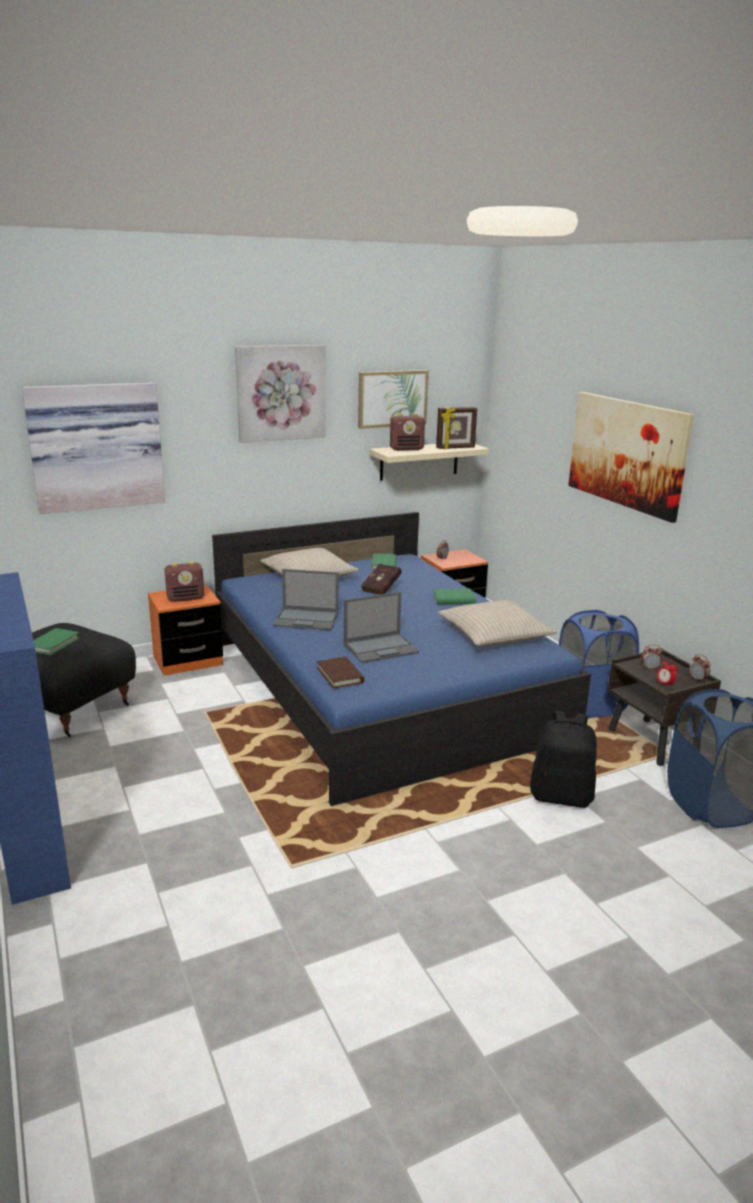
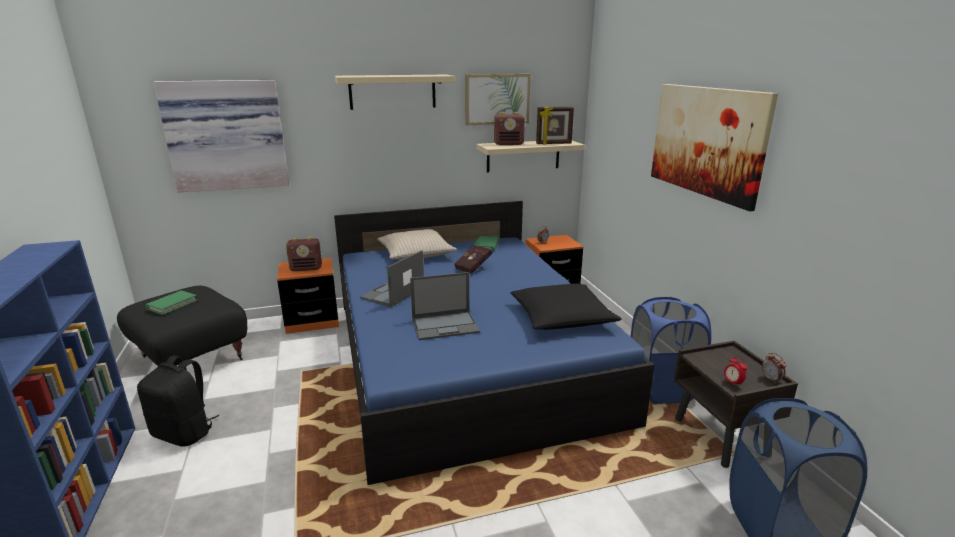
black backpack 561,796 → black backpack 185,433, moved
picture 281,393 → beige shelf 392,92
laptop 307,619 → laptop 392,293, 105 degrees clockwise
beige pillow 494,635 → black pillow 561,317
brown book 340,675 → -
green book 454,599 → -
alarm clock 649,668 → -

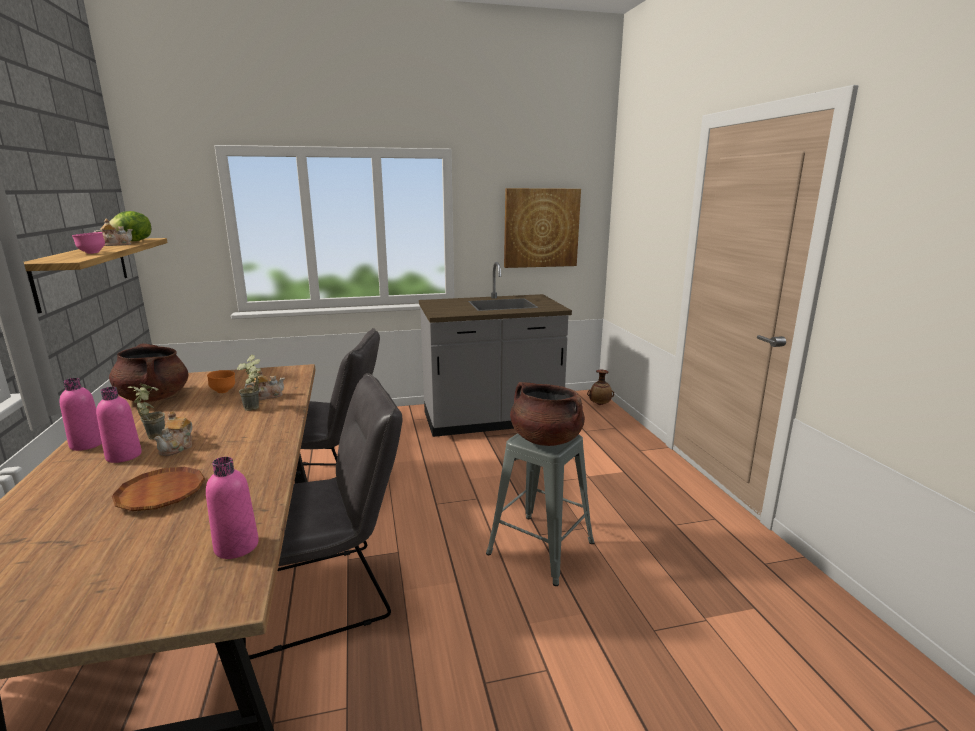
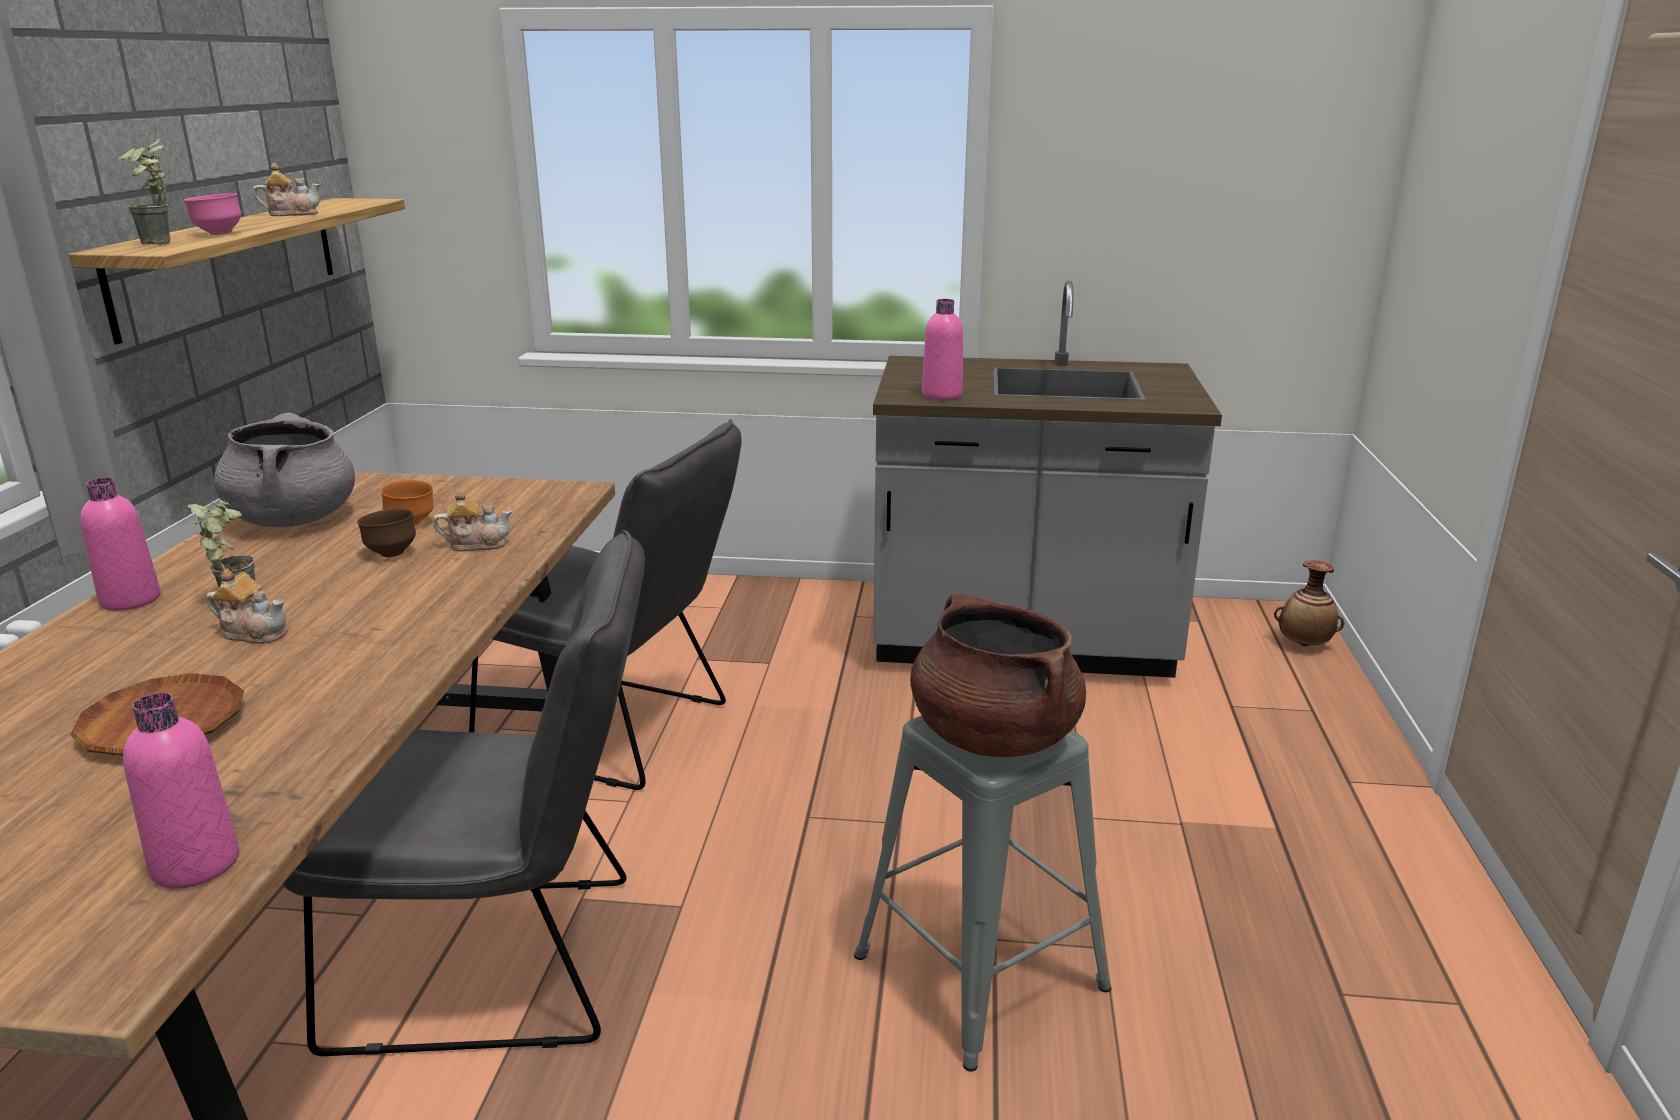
potted plant 255,409 → potted plant 161,244, moved
teapot 177,448 → teapot 254,632, 105 degrees counterclockwise
brown cooking pot 154,397 → grey cooking pot 294,519
- → brown bowl 391,554
pink bottle 124,456 → pink bottle 942,395, moved
lettuce 133,241 → -
picture 541,228 → -

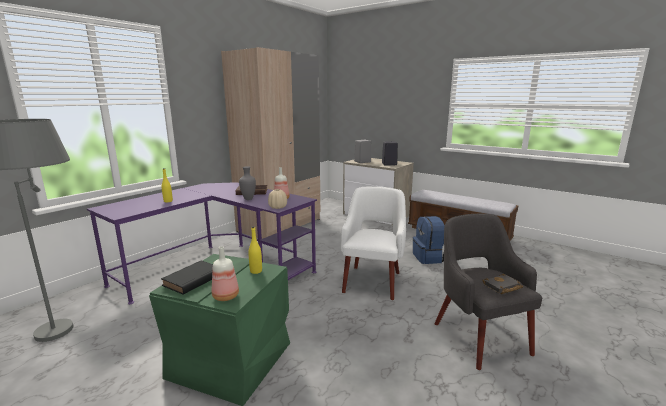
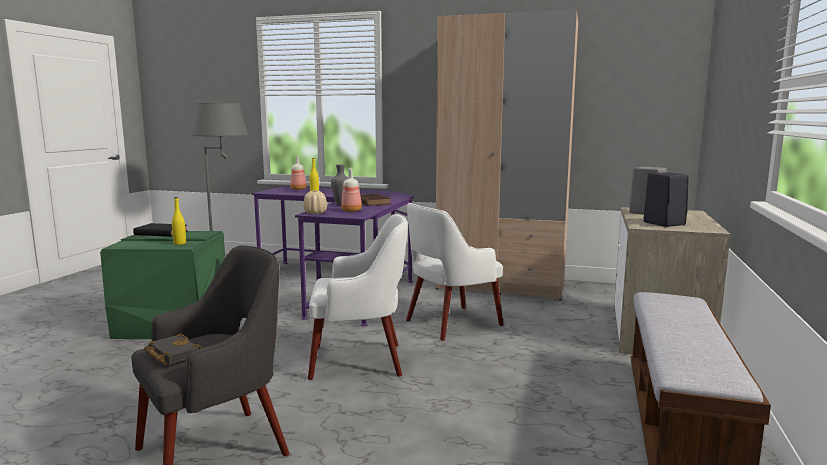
bottle 225,296 → bottle 298,189, moved
- → white armchair 451,323
blue backpack 429,258 → -

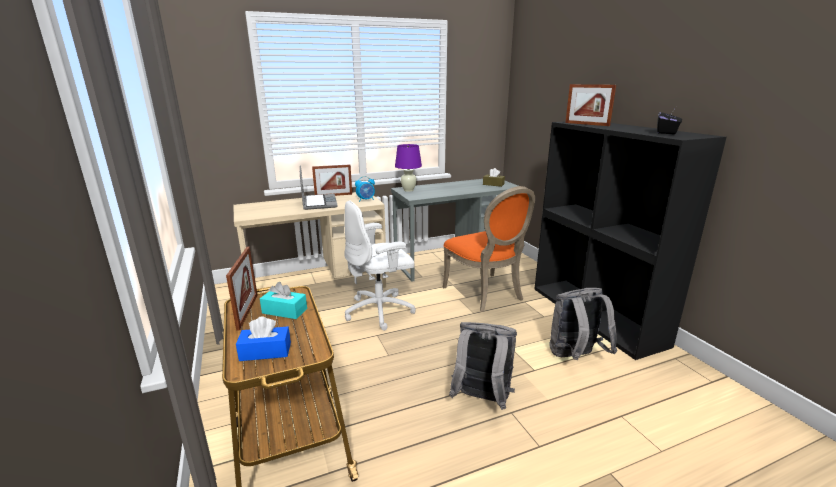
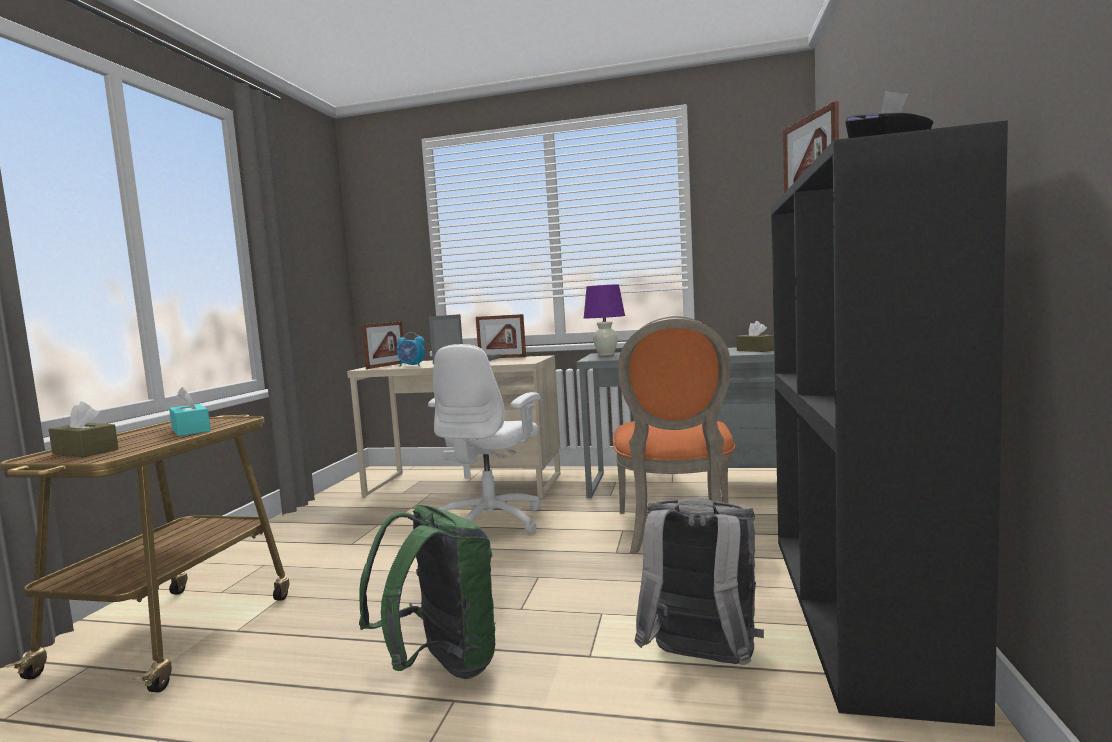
blue tissue box 265,352 → brown tissue box 85,451
grey backpack 481,400 → green backpack 441,665
picture frame 247,311 → picture frame 386,365, moved
alarm clock 366,200 → alarm clock 411,366, moved
white office chair 380,311 → white office chair 492,522, 75 degrees counterclockwise

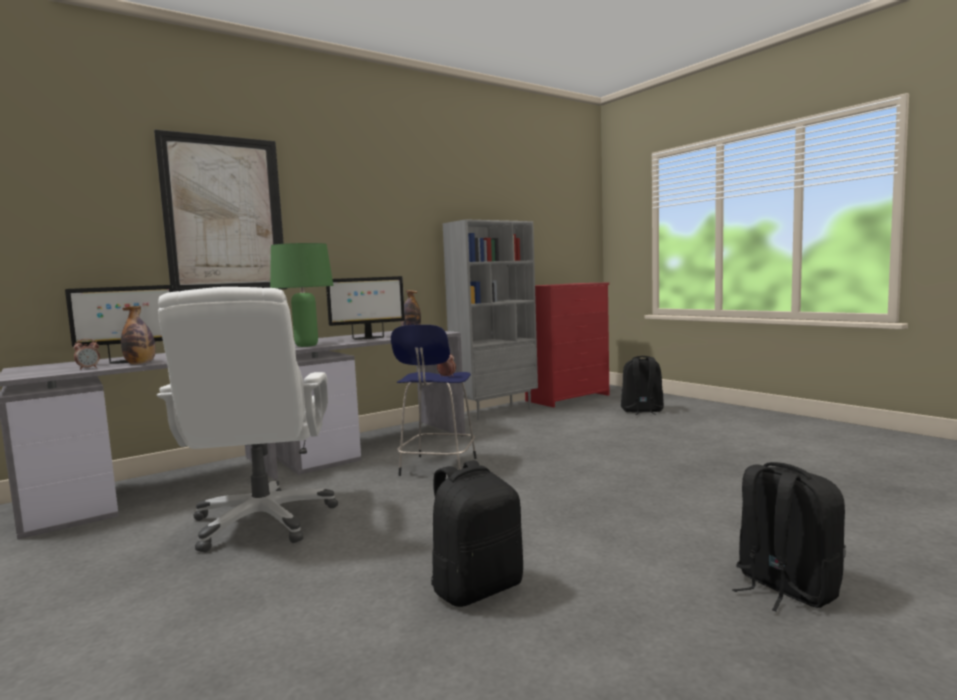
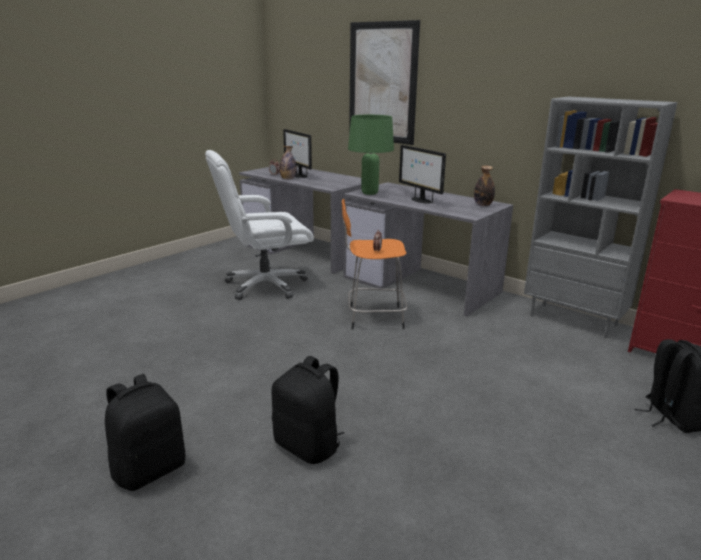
black backpack 477,588 → black backpack 308,446, moved
blue stool 437,468 → orange stool 373,317

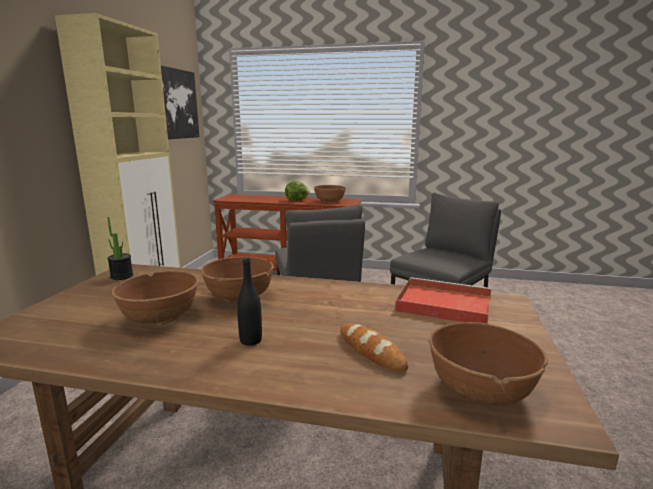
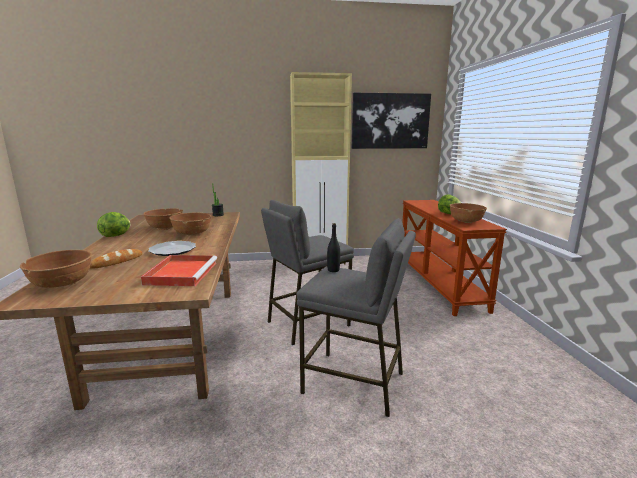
- → lettuce 116,235
- → plate 172,250
black bottle 250,340 → black bottle 333,270, moved

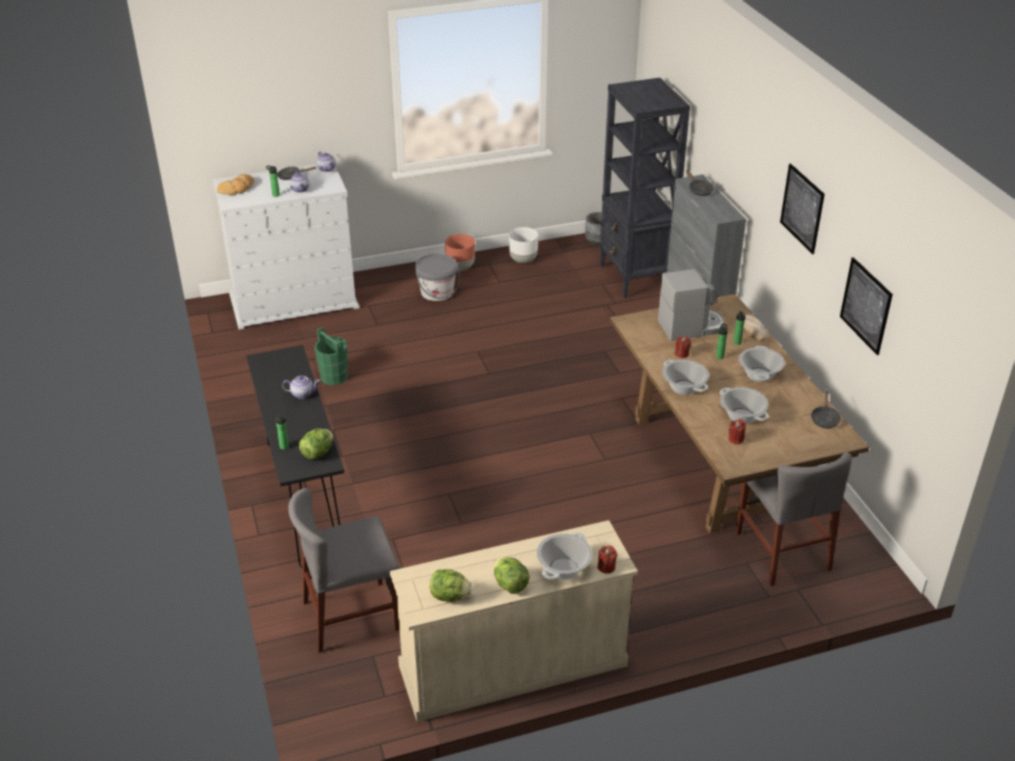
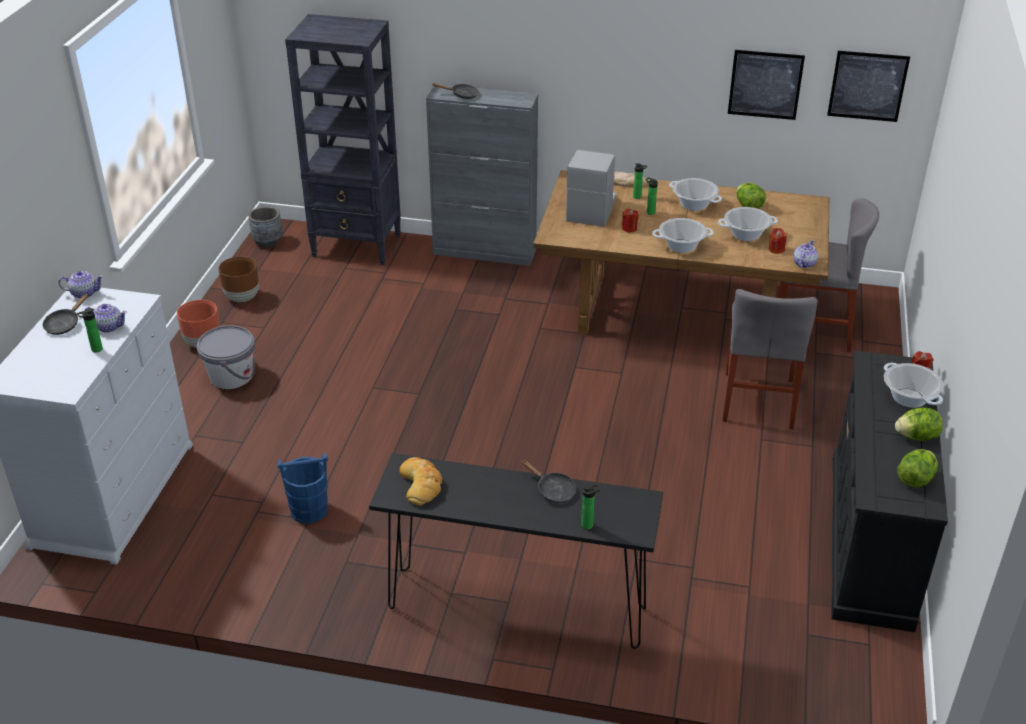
white planter 523,260 → brown planter 242,297
green bucket 334,376 → blue bucket 308,510
bread 237,188 → bread 421,484, moved
black frying pan 824,419 → black frying pan 553,490, moved
grey chair 351,615 → grey chair 758,400, moved
lettuce 317,453 → lettuce 748,206, moved
teapot 302,394 → teapot 803,264, moved
picture 802,208 → picture 867,86, moved
beige dresser 512,666 → black dresser 871,539

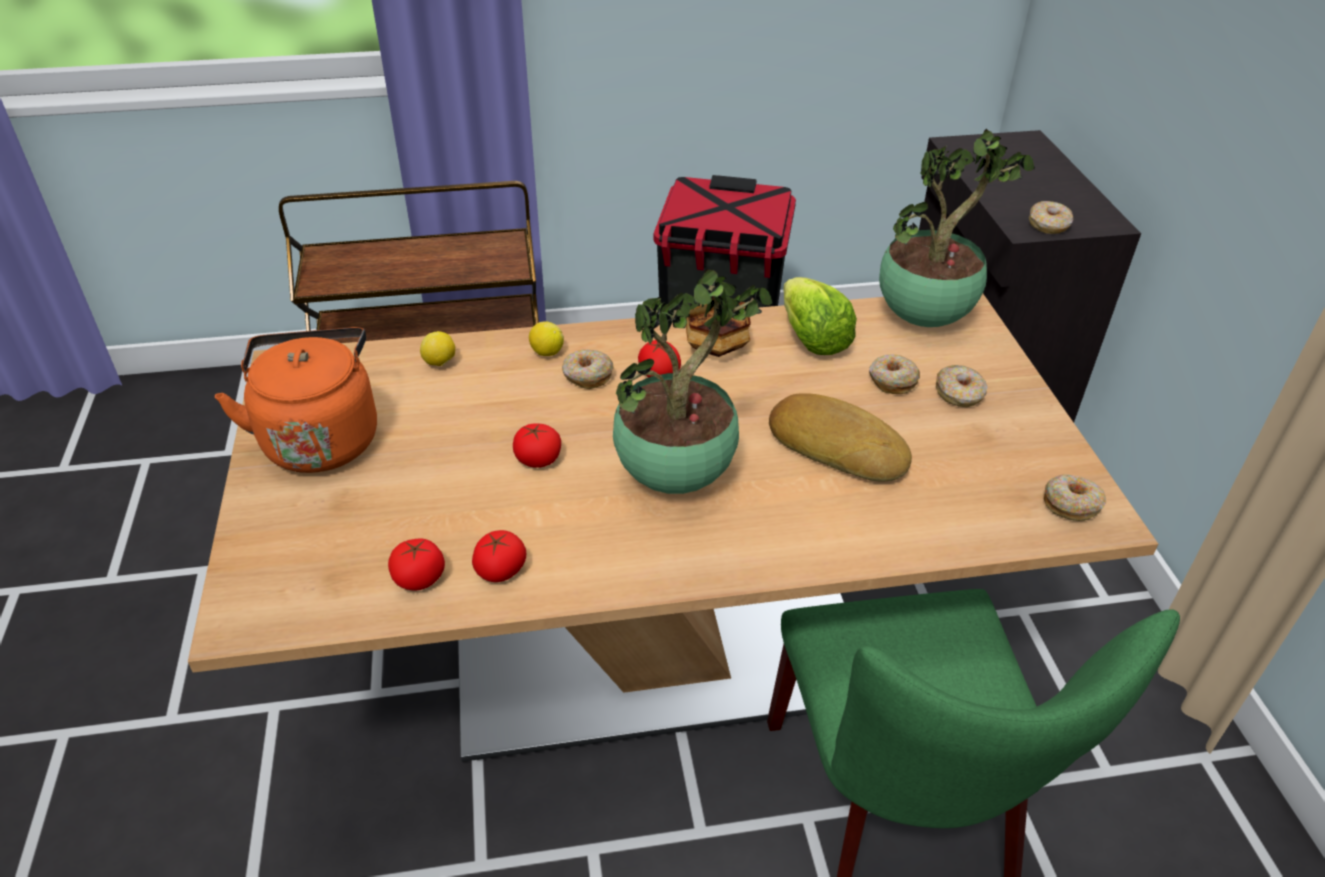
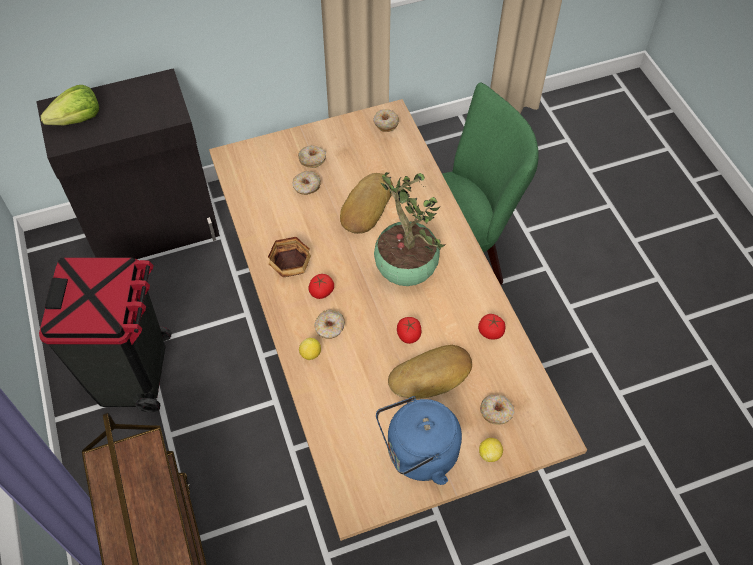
lettuce 812,339 → lettuce 78,120, moved
orange kettle 320,437 → blue kettle 418,454
- → bread 431,376
lemon 440,363 → lemon 489,454, moved
donut 1048,225 → donut 496,412, moved
tomato 419,578 → -
potted plant 925,317 → -

